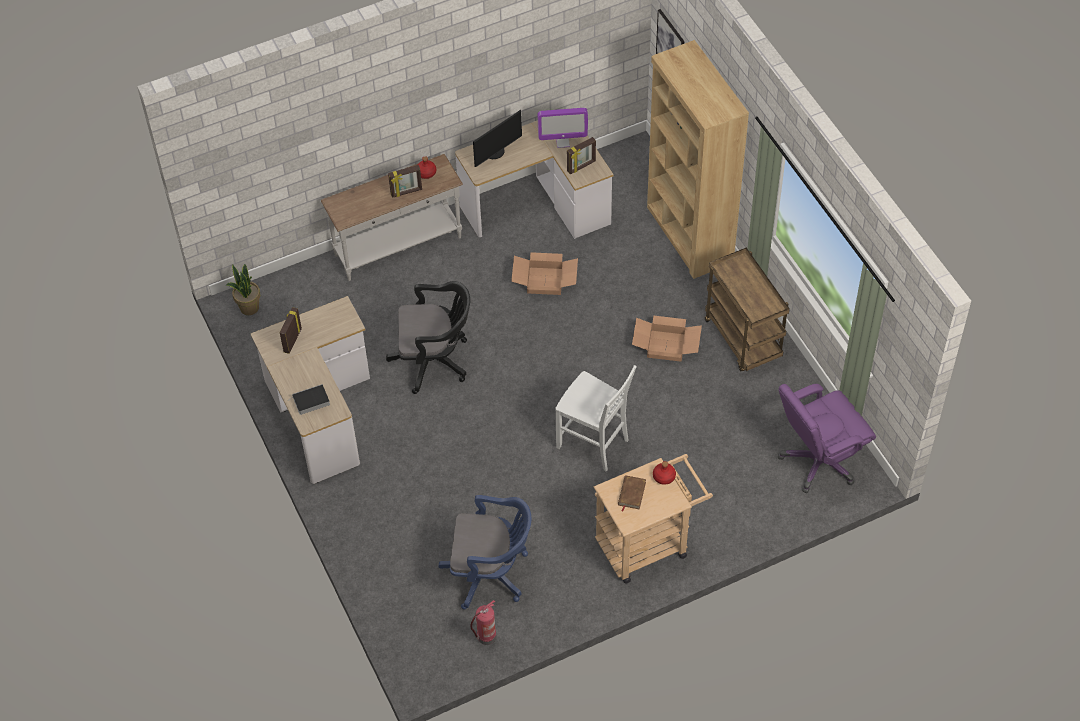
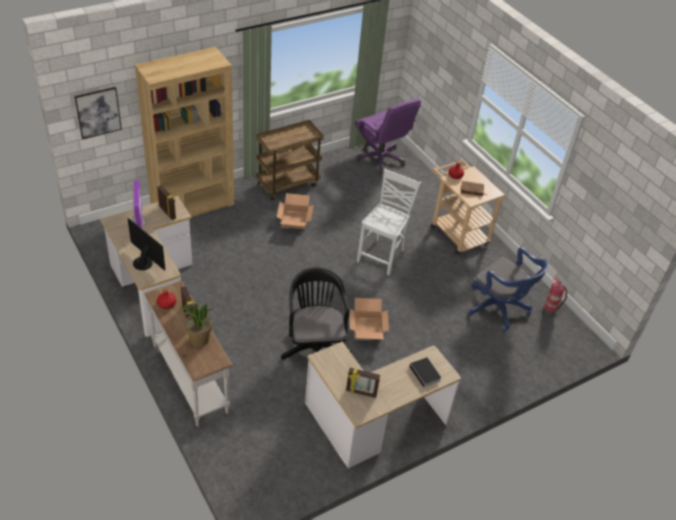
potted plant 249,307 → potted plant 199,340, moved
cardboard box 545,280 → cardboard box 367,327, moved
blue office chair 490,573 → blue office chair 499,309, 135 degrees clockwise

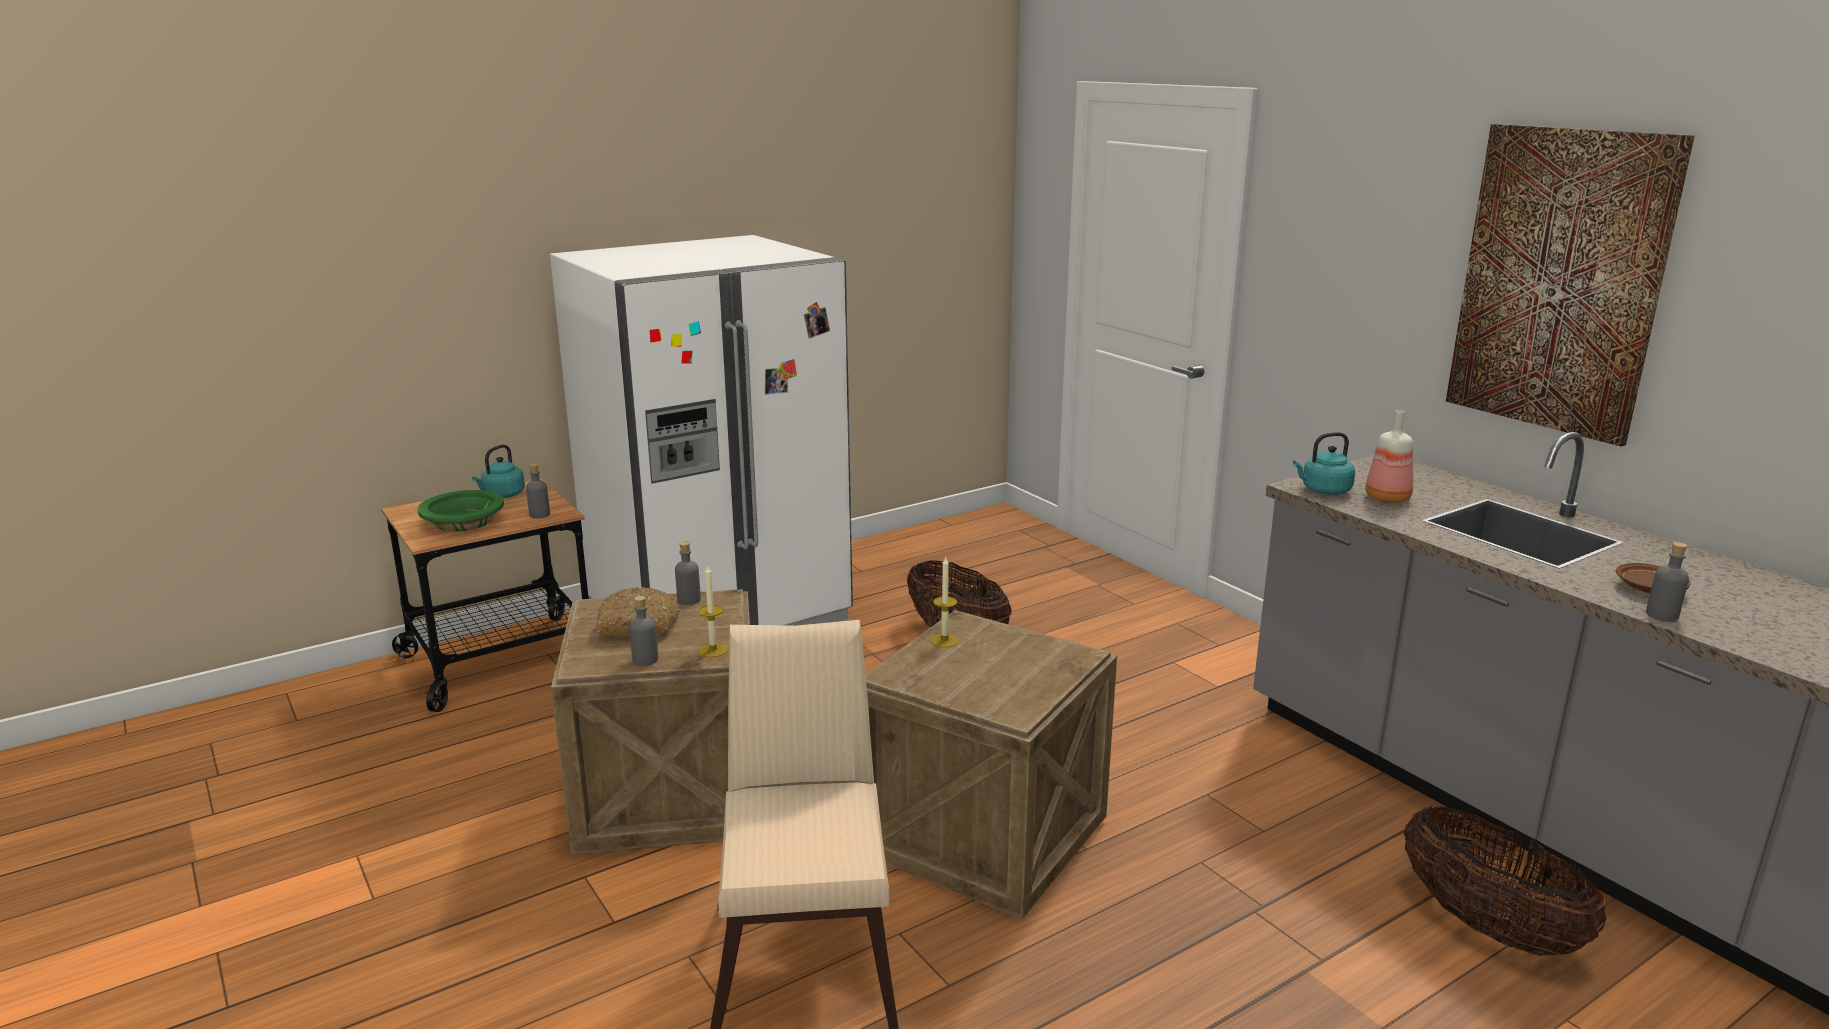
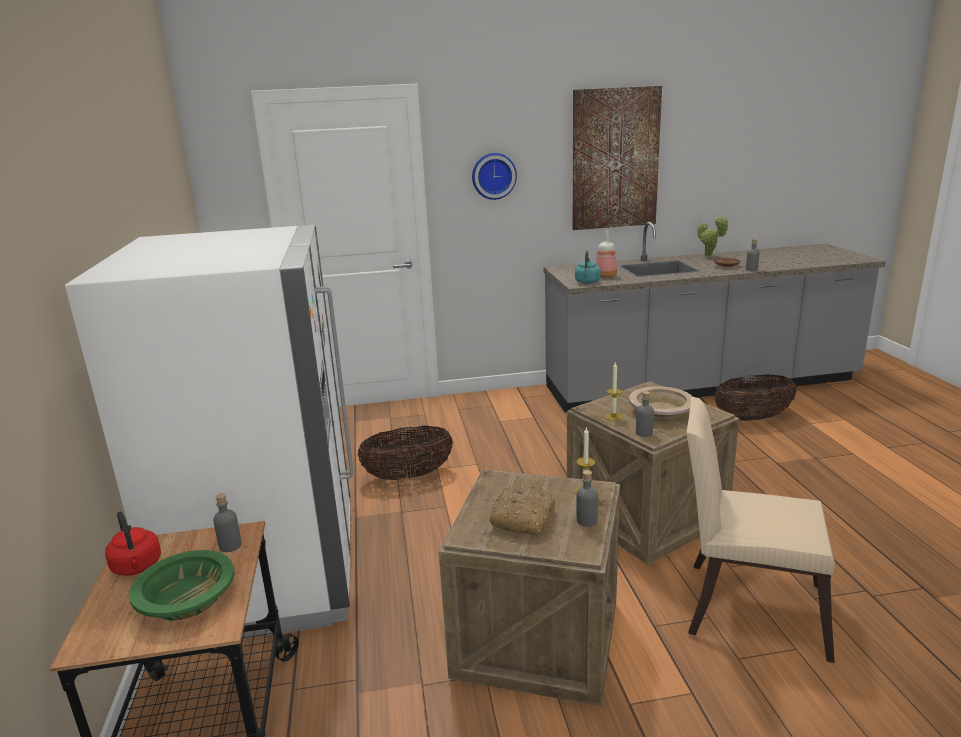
turquoise kettle 502,495 → red kettle 137,567
- → wall clock 493,176
- → beige bowl 660,412
grey bottle 689,600 → grey bottle 644,433, moved
- → potted plant 709,257

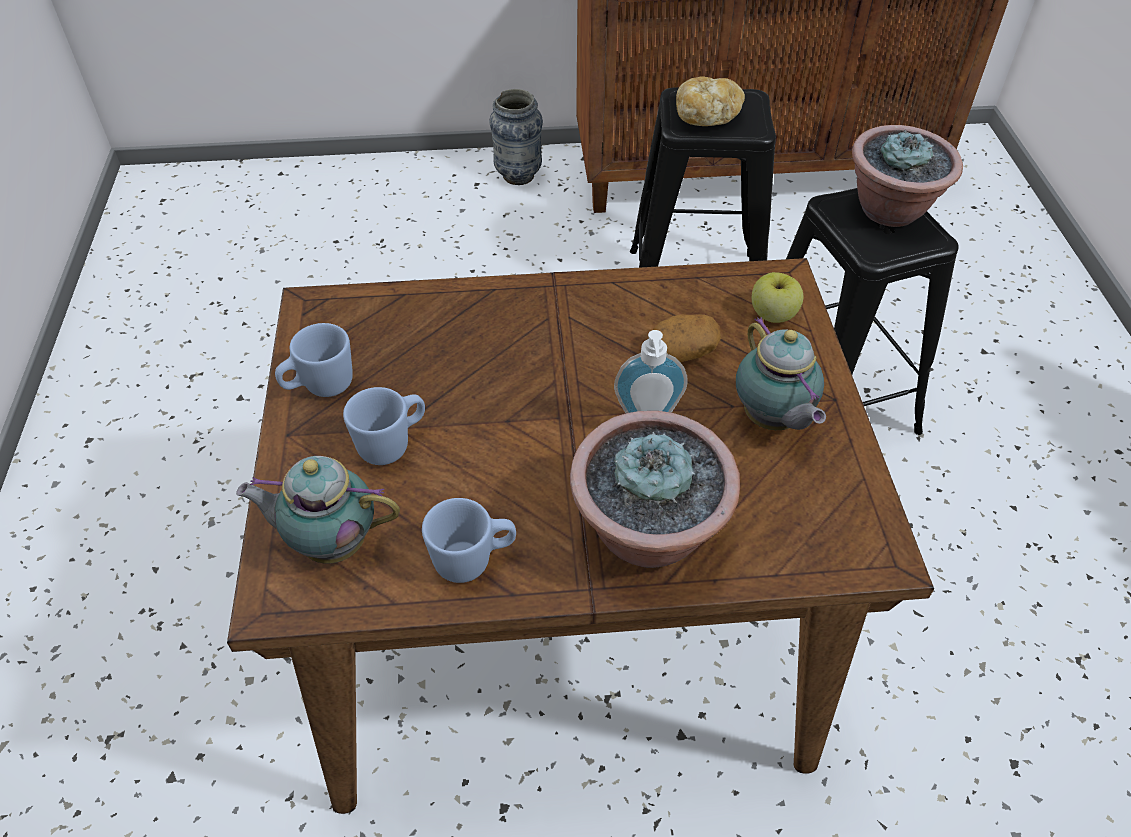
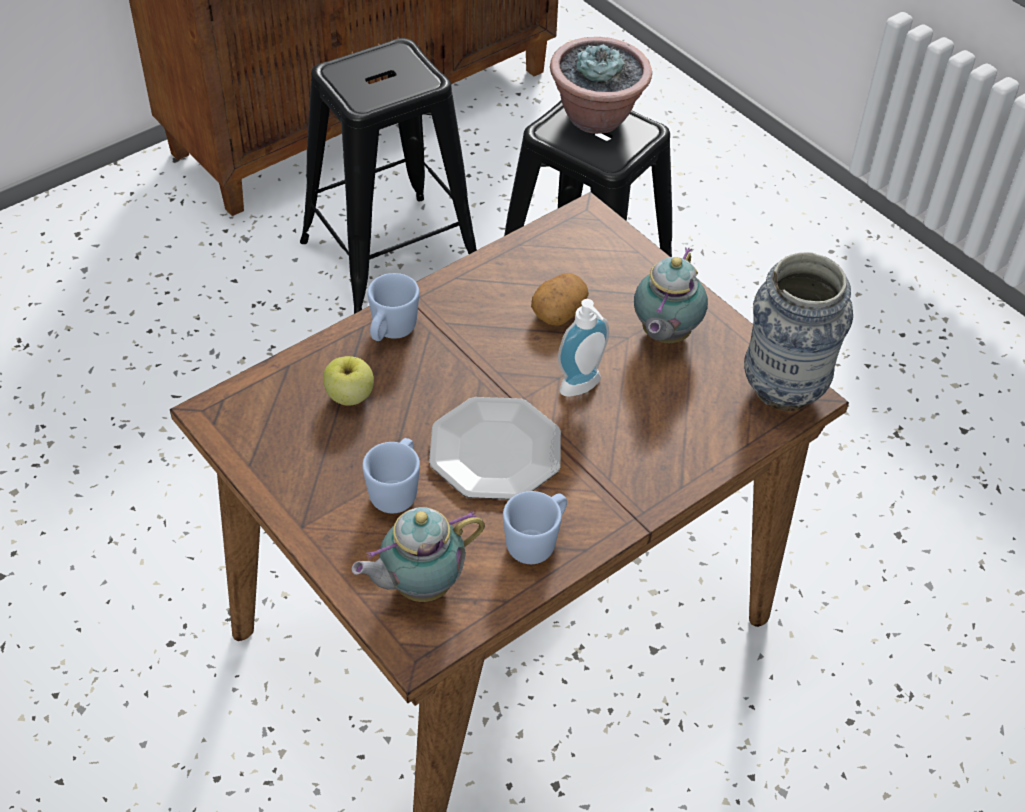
apple 772,315 → apple 349,396, moved
blue mug 320,387 → blue mug 391,332, moved
- → plate 495,450
teapot 772,421 → teapot 663,335, 75 degrees clockwise
vase 518,176 → vase 783,390, moved
potted plant 649,535 → -
bread 707,116 → -

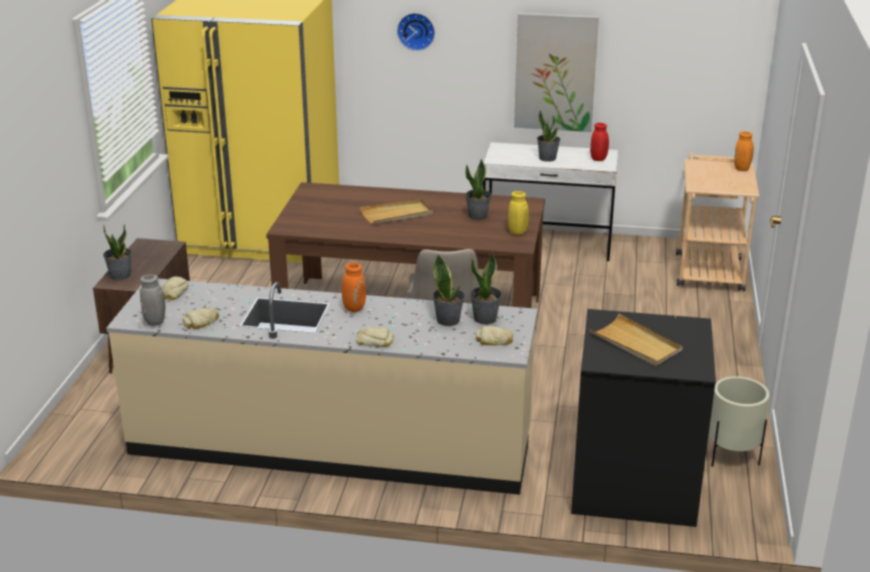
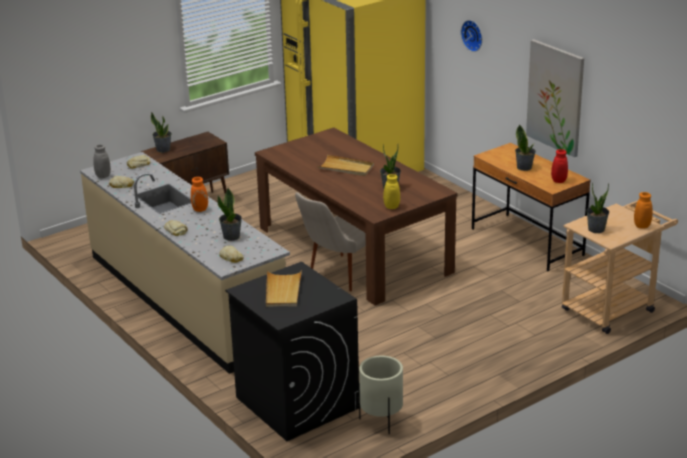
white desk 547,244 → brown desk 527,242
potted plant 485,319 → potted plant 596,229, moved

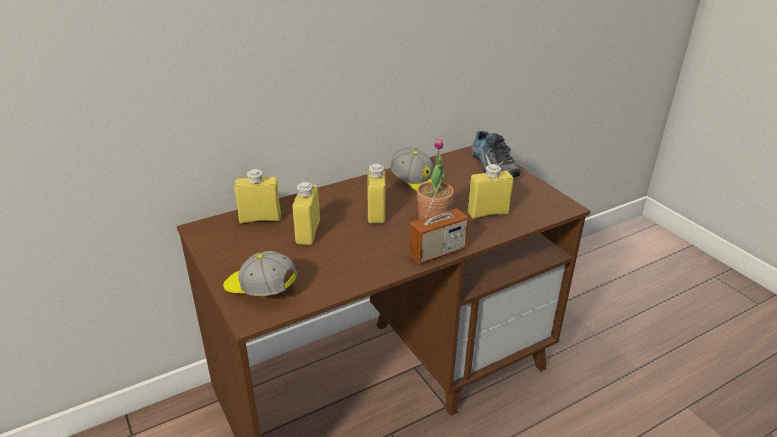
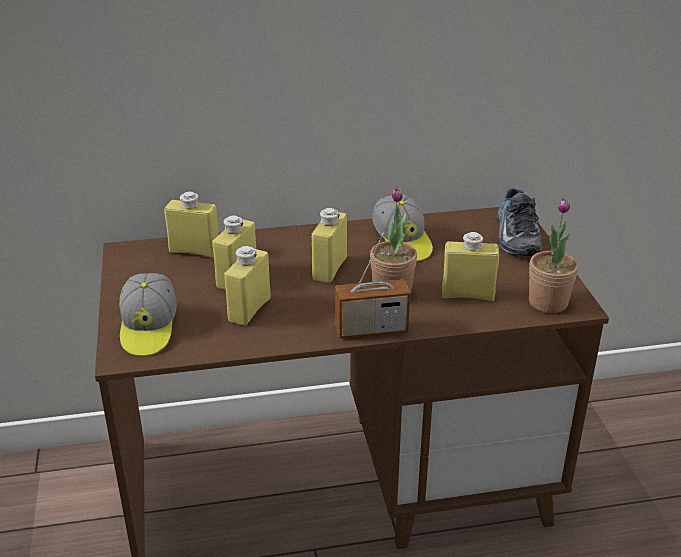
cap 260,288 → cap 149,328, 135 degrees counterclockwise
- → yellow bottle 249,309
- → potted plant 548,302

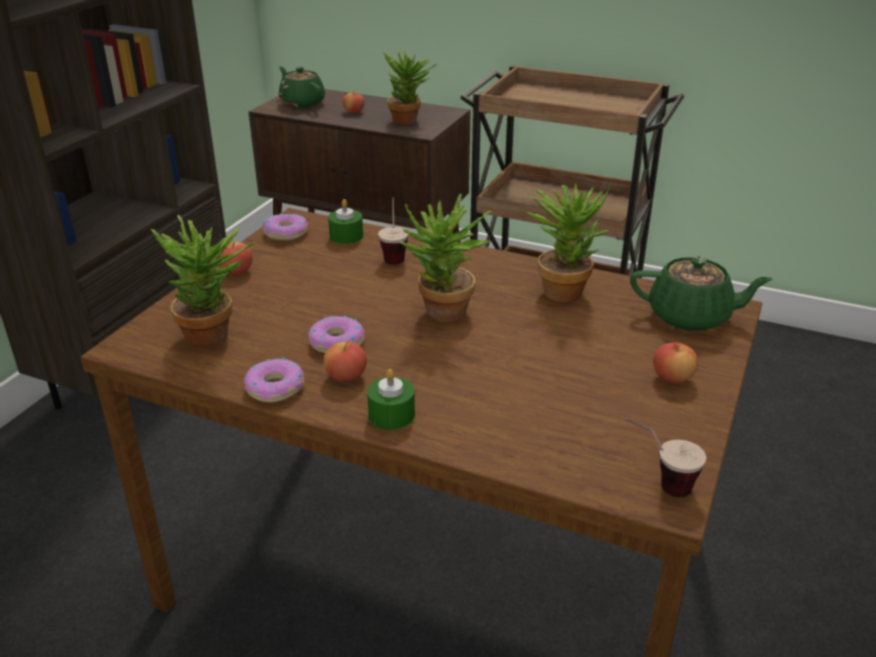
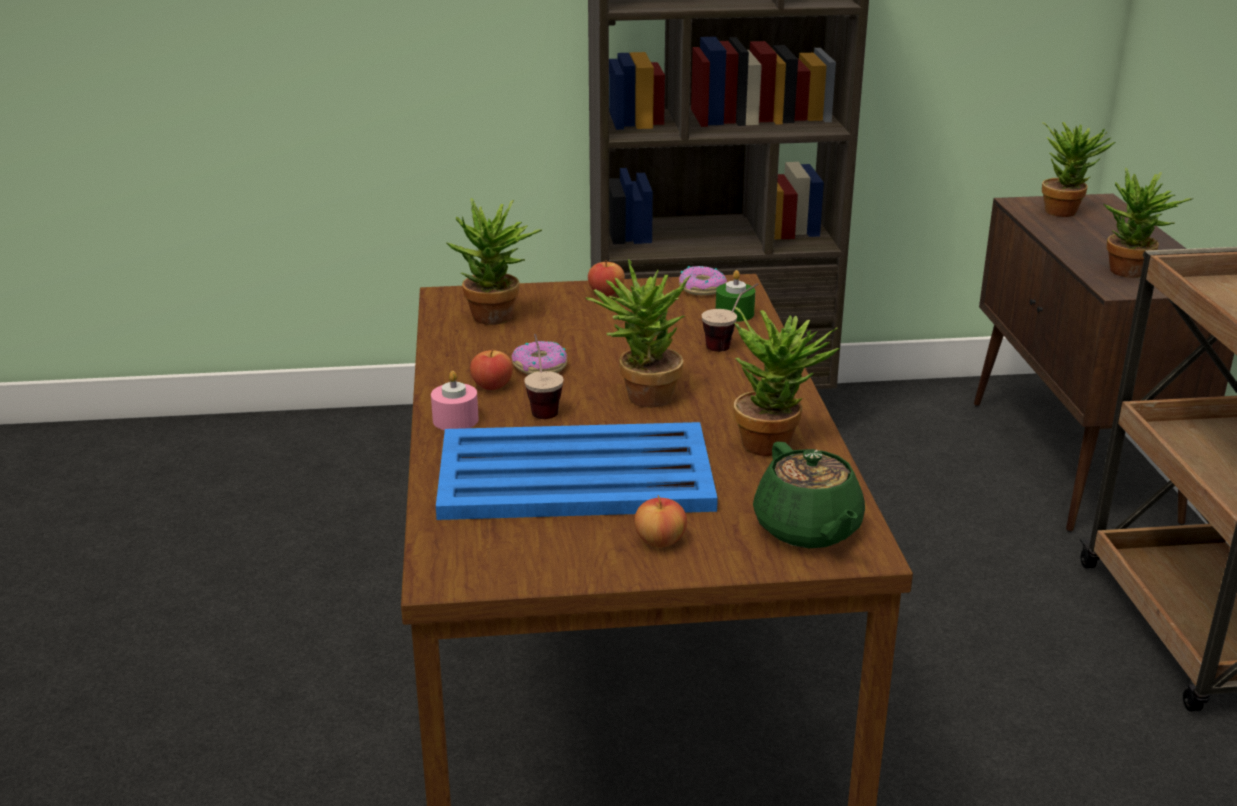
green candle 391,415 → pink candle 455,420
- → blue tray 572,474
cup 657,484 → cup 542,406, moved
green teapot 302,103 → potted plant 1066,211
donut 275,388 → -
apple 354,111 → -

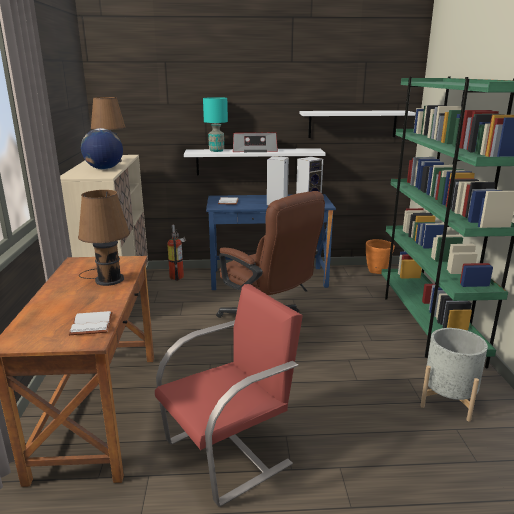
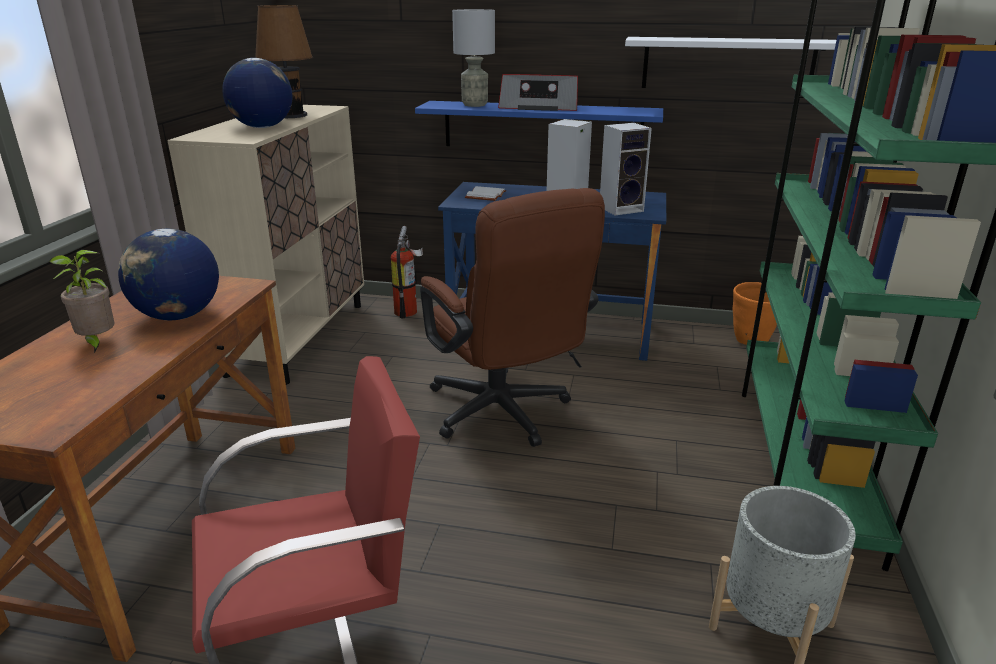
- → potted plant 97,343
brown table lamp 107,279 → globe 178,316
white shelf 253,161 → blue shelf 542,127
turquoise table lamp 216,151 → grey table lamp 474,105
white book 90,324 → -

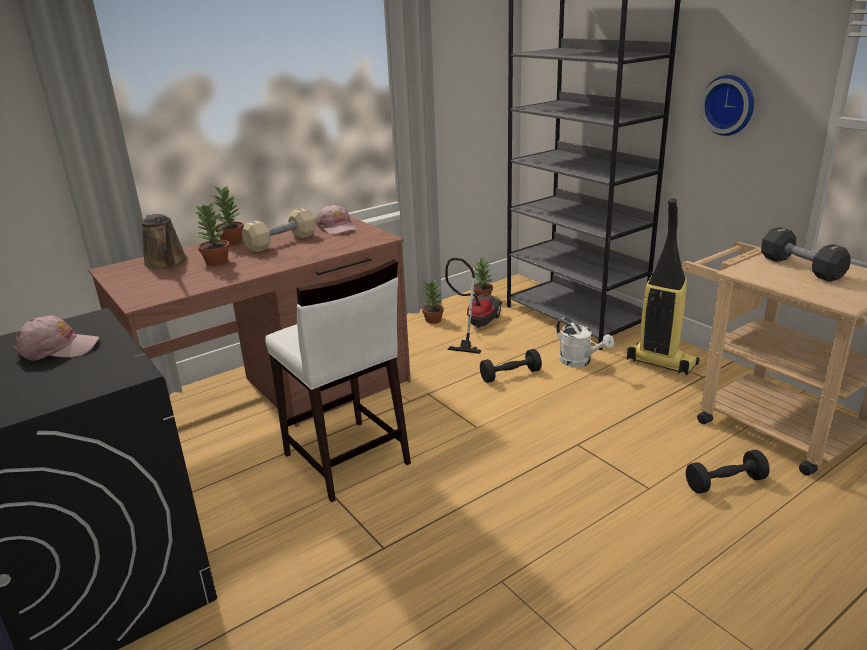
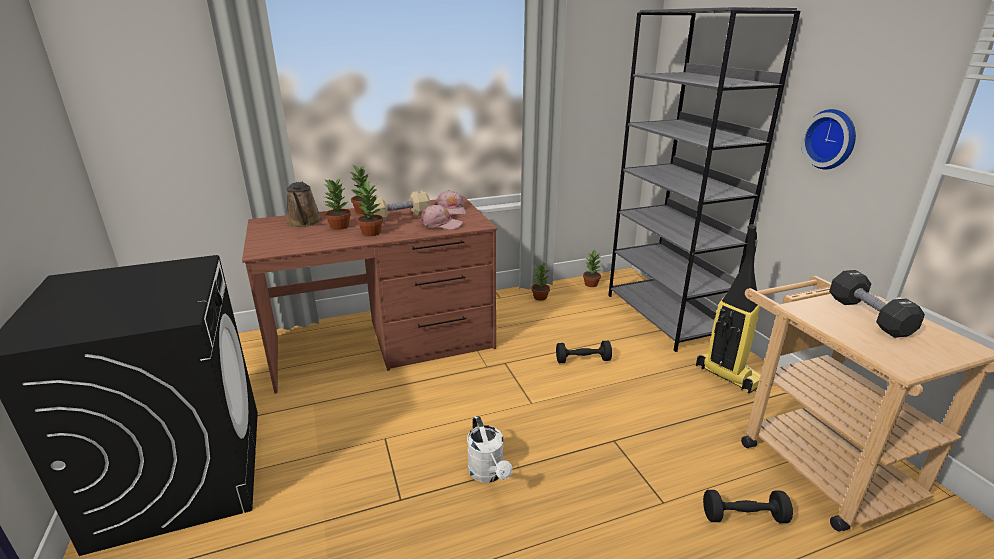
- → potted plant 372,233
pink cap 58,348 → pink cap 441,224, moved
white watering can 579,362 → white watering can 489,474, moved
white stool 346,460 → -
vacuum cleaner 475,326 → -

